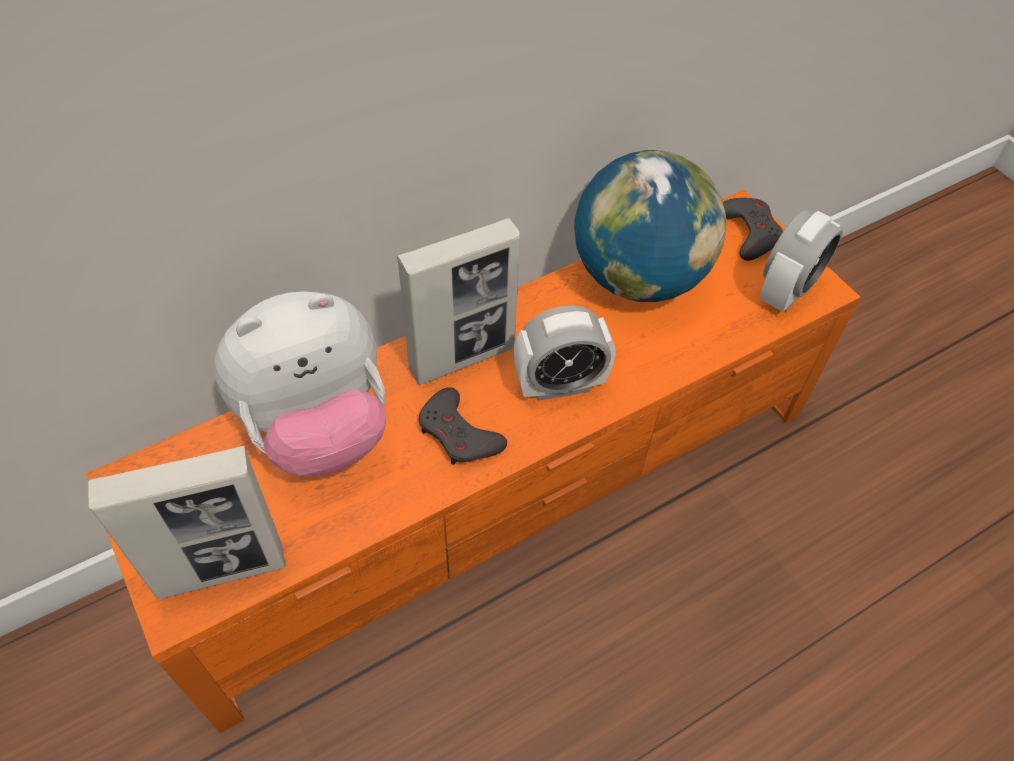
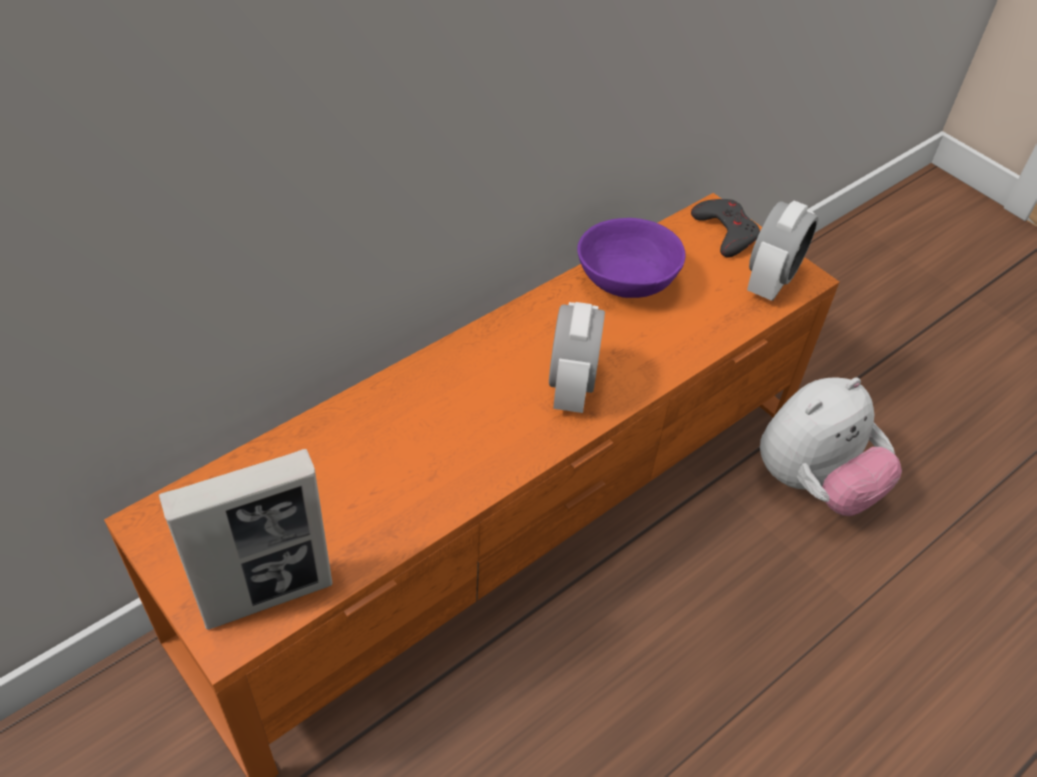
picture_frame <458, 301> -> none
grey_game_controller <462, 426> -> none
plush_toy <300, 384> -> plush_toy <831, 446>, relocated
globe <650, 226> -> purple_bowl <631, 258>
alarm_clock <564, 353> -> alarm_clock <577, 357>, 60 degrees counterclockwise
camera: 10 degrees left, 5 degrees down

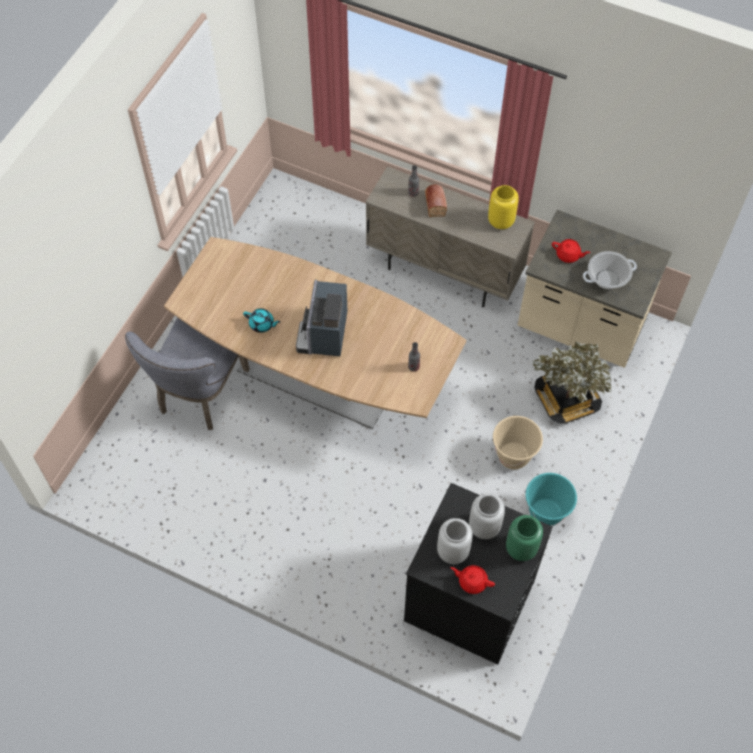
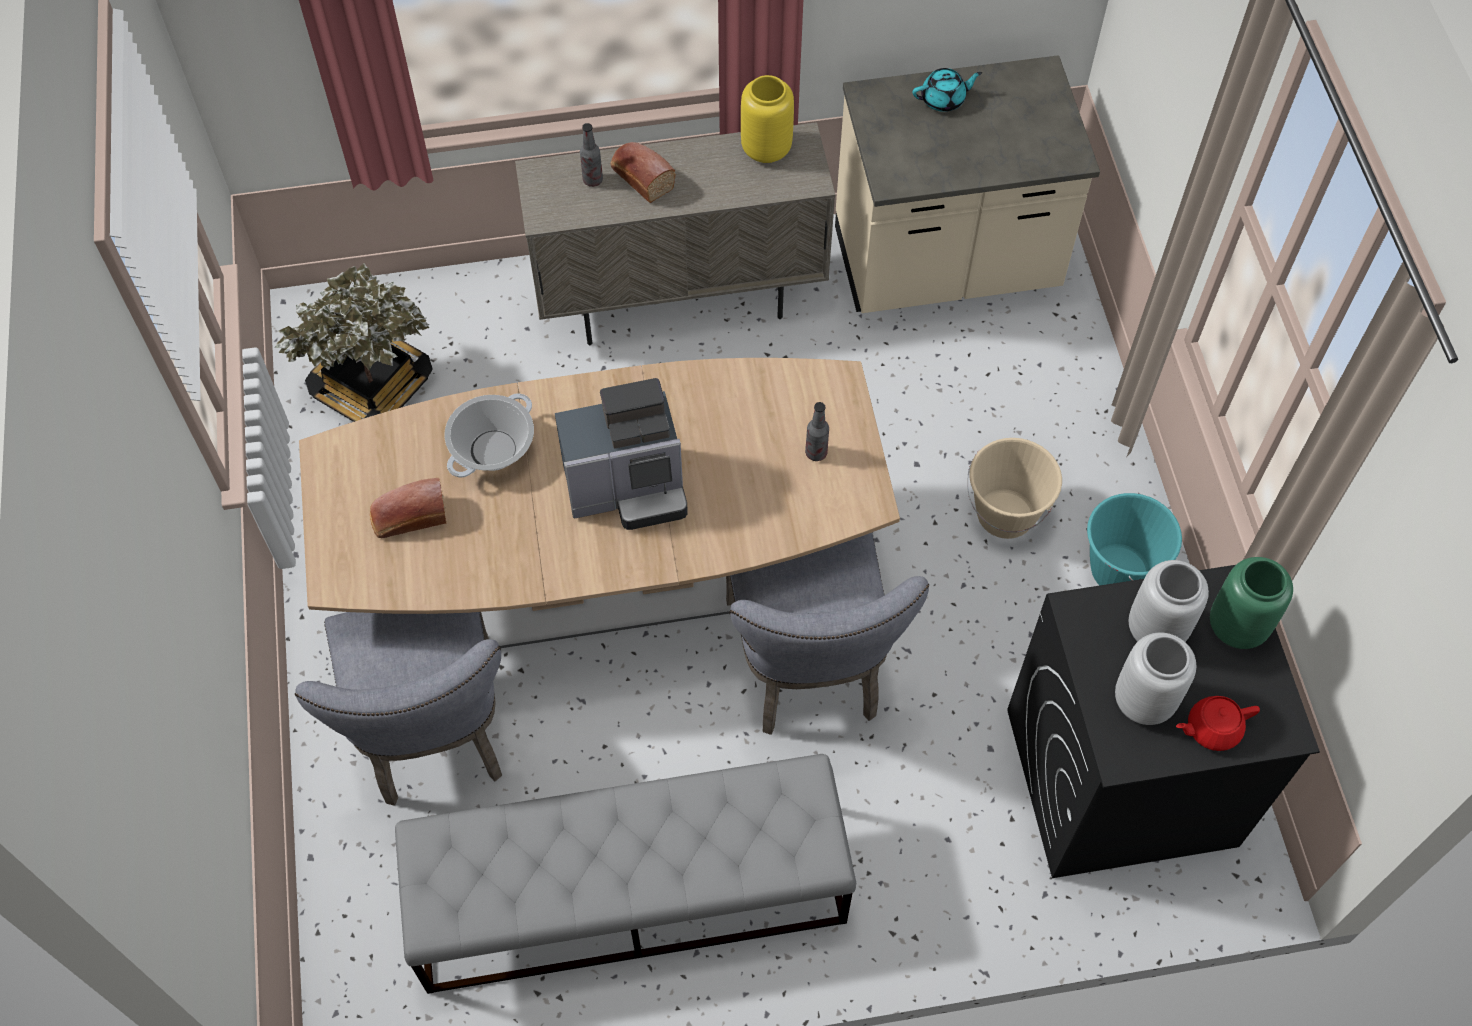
red_teapot <571, 251> -> none
none -> bread <408, 508>
none -> grey_bench <625, 874>
none -> grey_chair <827, 633>
turquoise_teapot <261, 320> -> turquoise_teapot <947, 90>, relocated
potted_plant <572, 382> -> potted_plant <354, 342>, relocated
cooking_pot <610, 270> -> cooking_pot <489, 435>, relocated
coffee_machine <321, 318> -> coffee_machine <621, 454>, 75 degrees counterclockwise
camera: 35 degrees left, 0 degrees up

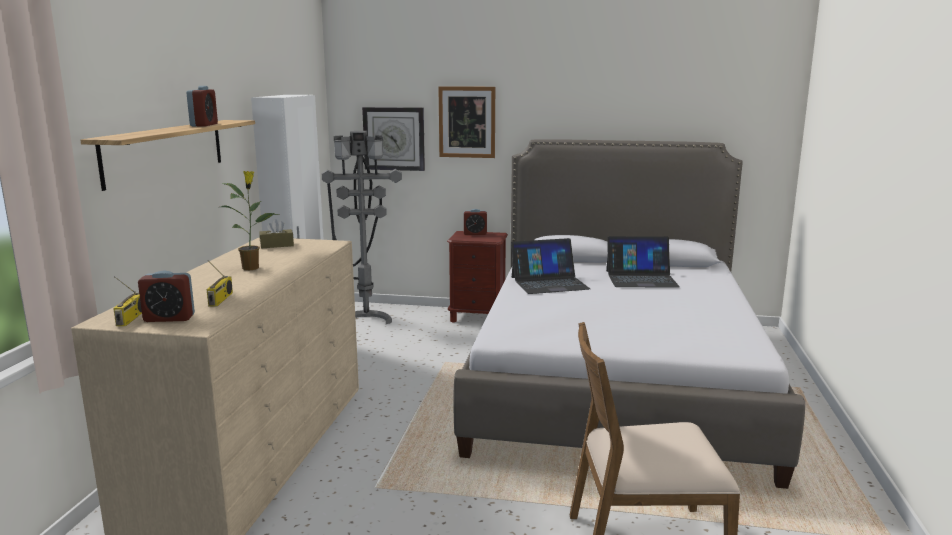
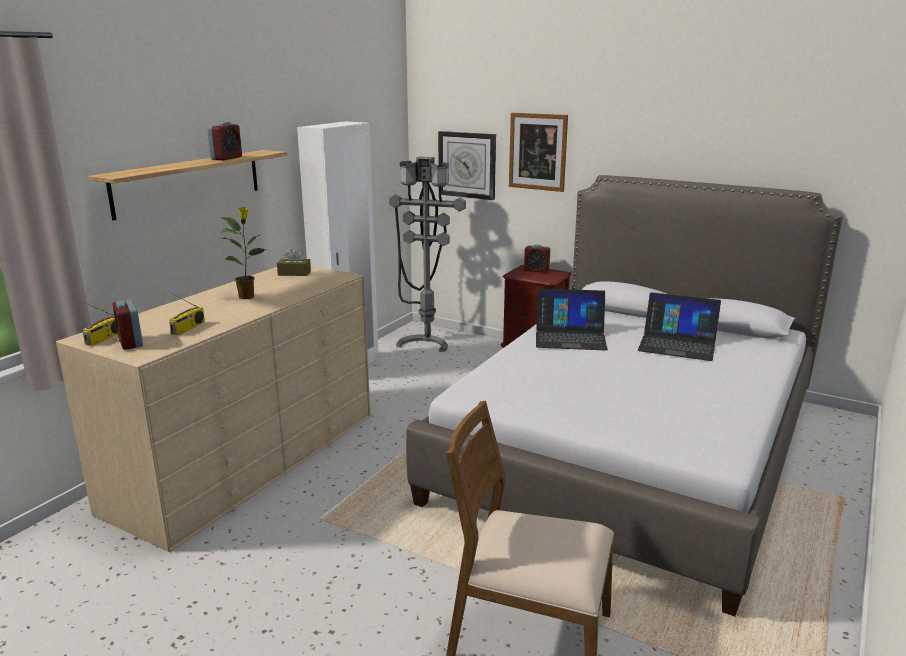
alarm_clock <166, 296> -> alarm_clock <127, 325>, 45 degrees clockwise
camera: 20 degrees right, 5 degrees up

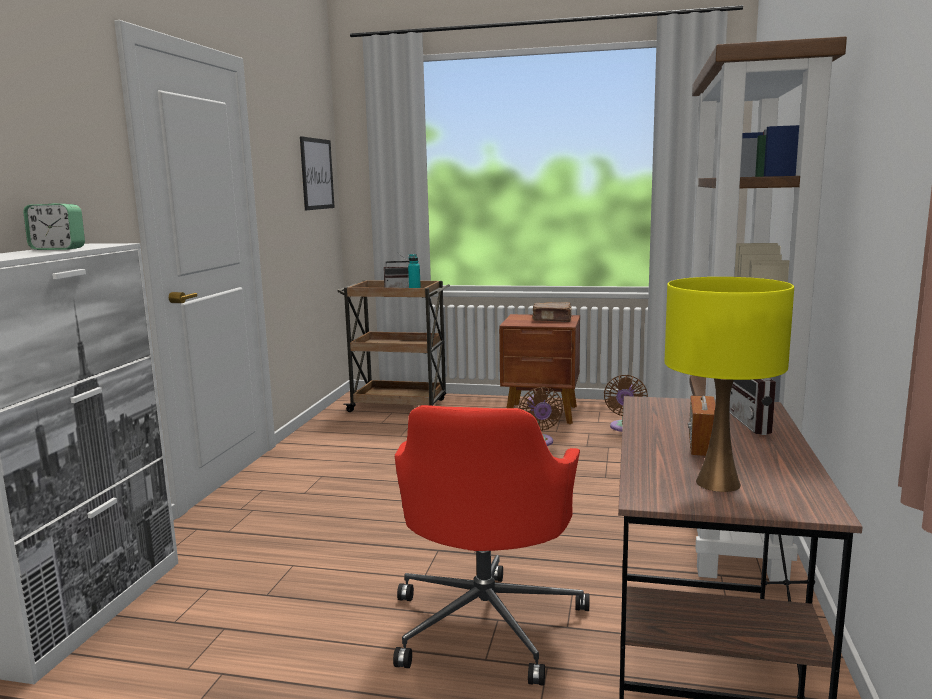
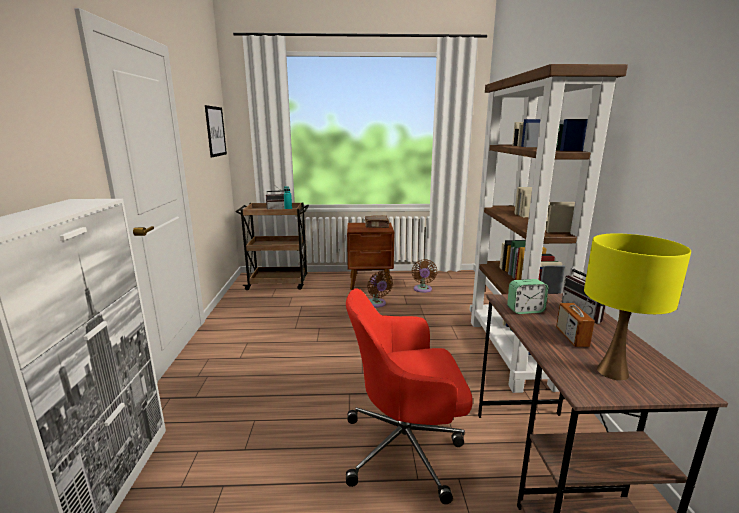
alarm_clock <54, 226> -> alarm_clock <527, 296>, relocated
red_office_chair <491, 545> -> red_office_chair <409, 396>, 90 degrees clockwise
camera: 15 degrees left, 5 degrees up

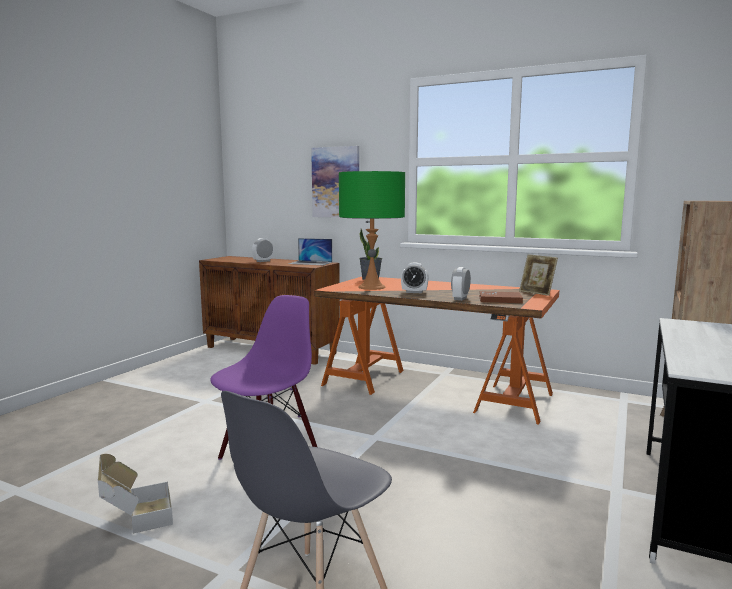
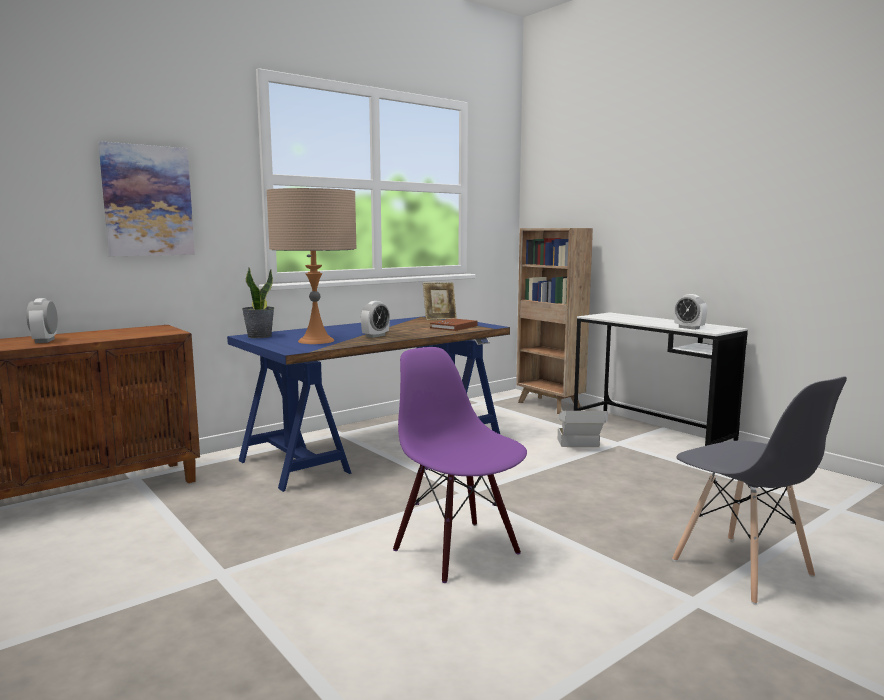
laptop <310, 251> -> none
cardboard_box <135, 494> -> cardboard_box <583, 429>, relocated
alarm_clock <461, 284> -> alarm_clock <690, 312>, relocated
orange_desk <436, 351> -> blue_desk <368, 404>
green_table_lamp <372, 230> -> beige_table_lamp <311, 266>
camera: 65 degrees left, 0 degrees up

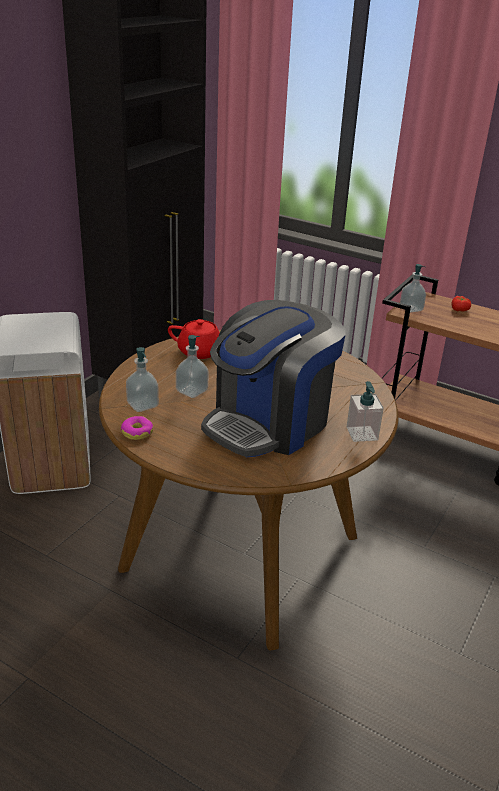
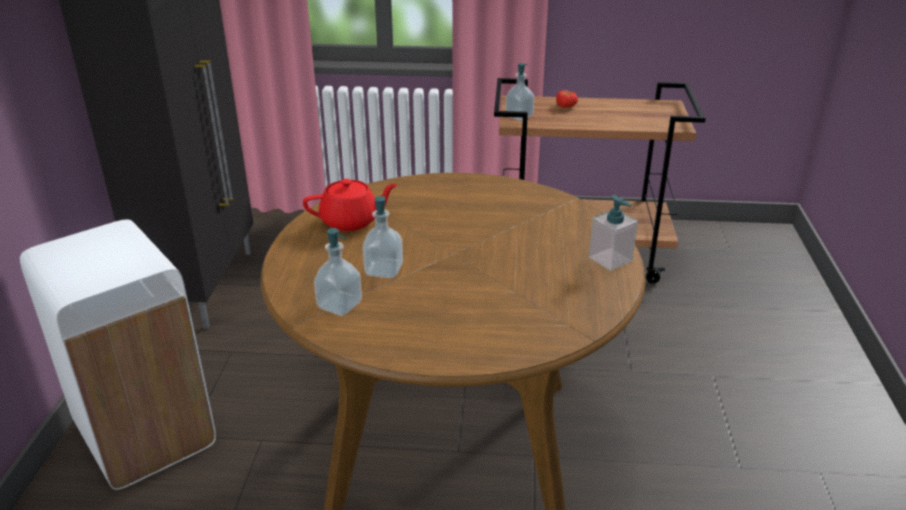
donut <137, 428> -> none
coffee_machine <273, 378> -> none
camera: 25 degrees left, 0 degrees up

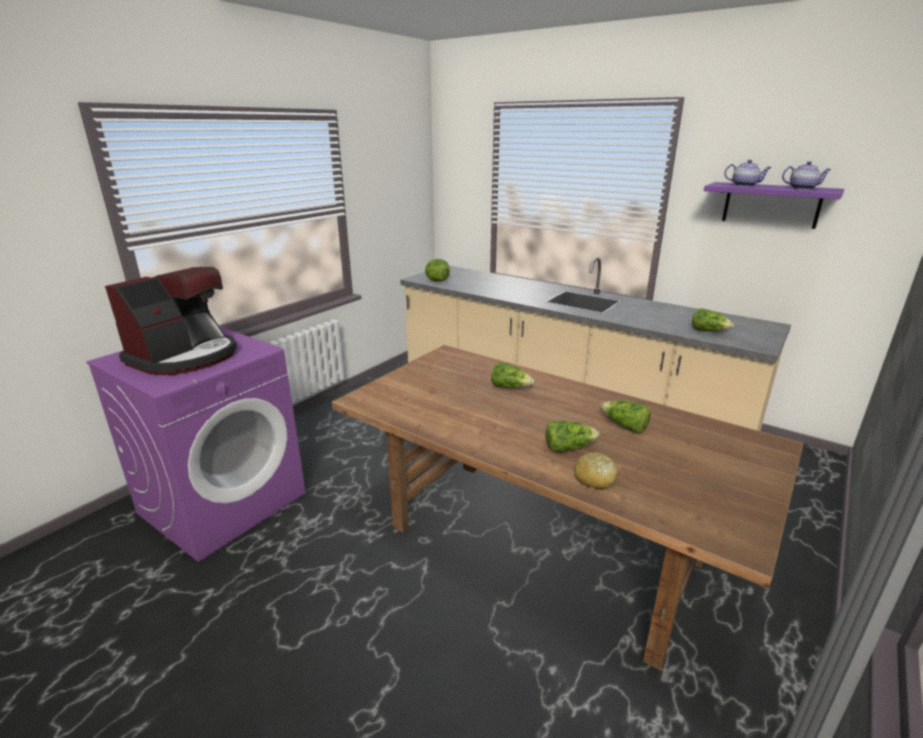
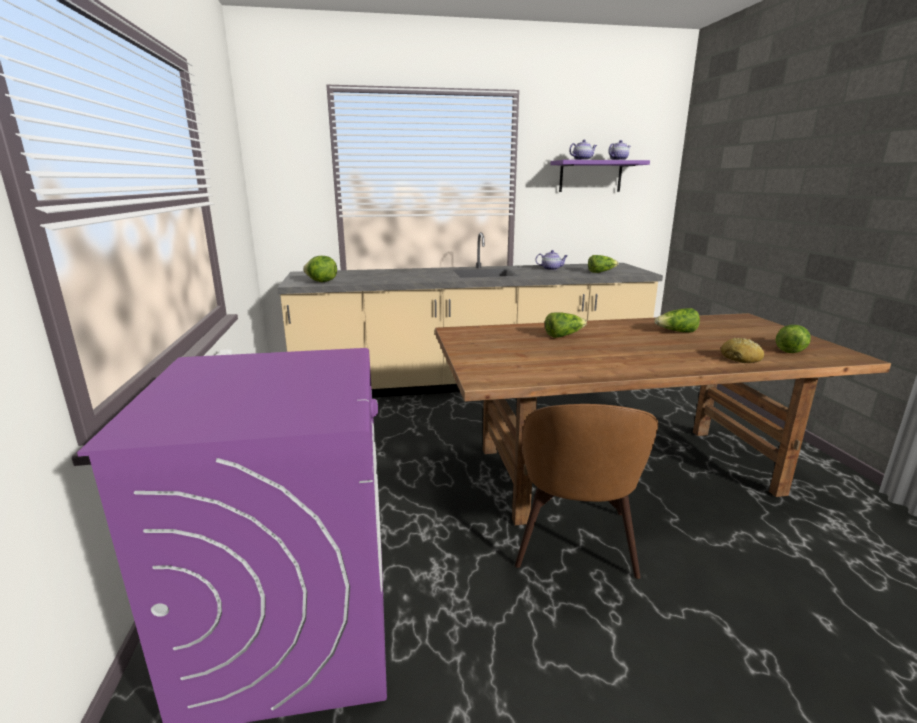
coffee_machine <171, 321> -> none
none -> brown_chair <586, 491>
none -> teapot <551, 260>
lettuce <573, 436> -> lettuce <793, 339>, relocated
camera: 45 degrees left, 5 degrees down

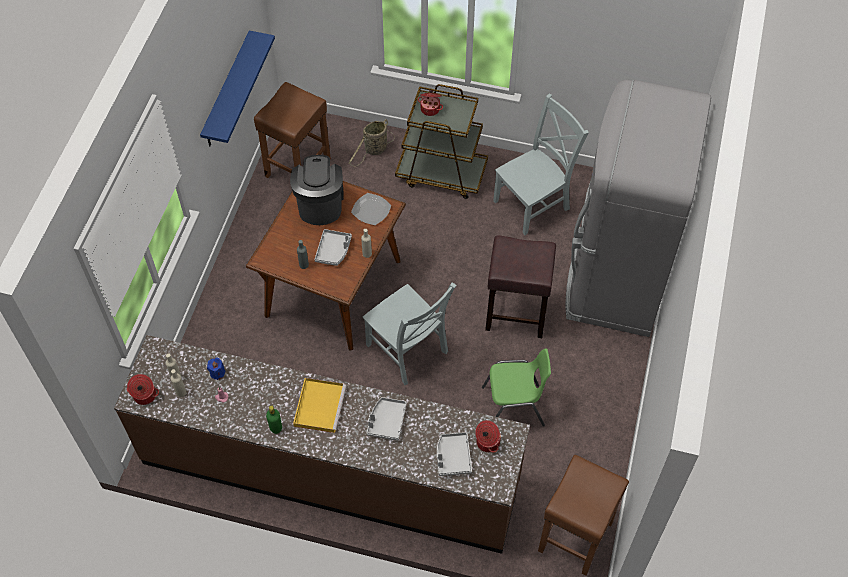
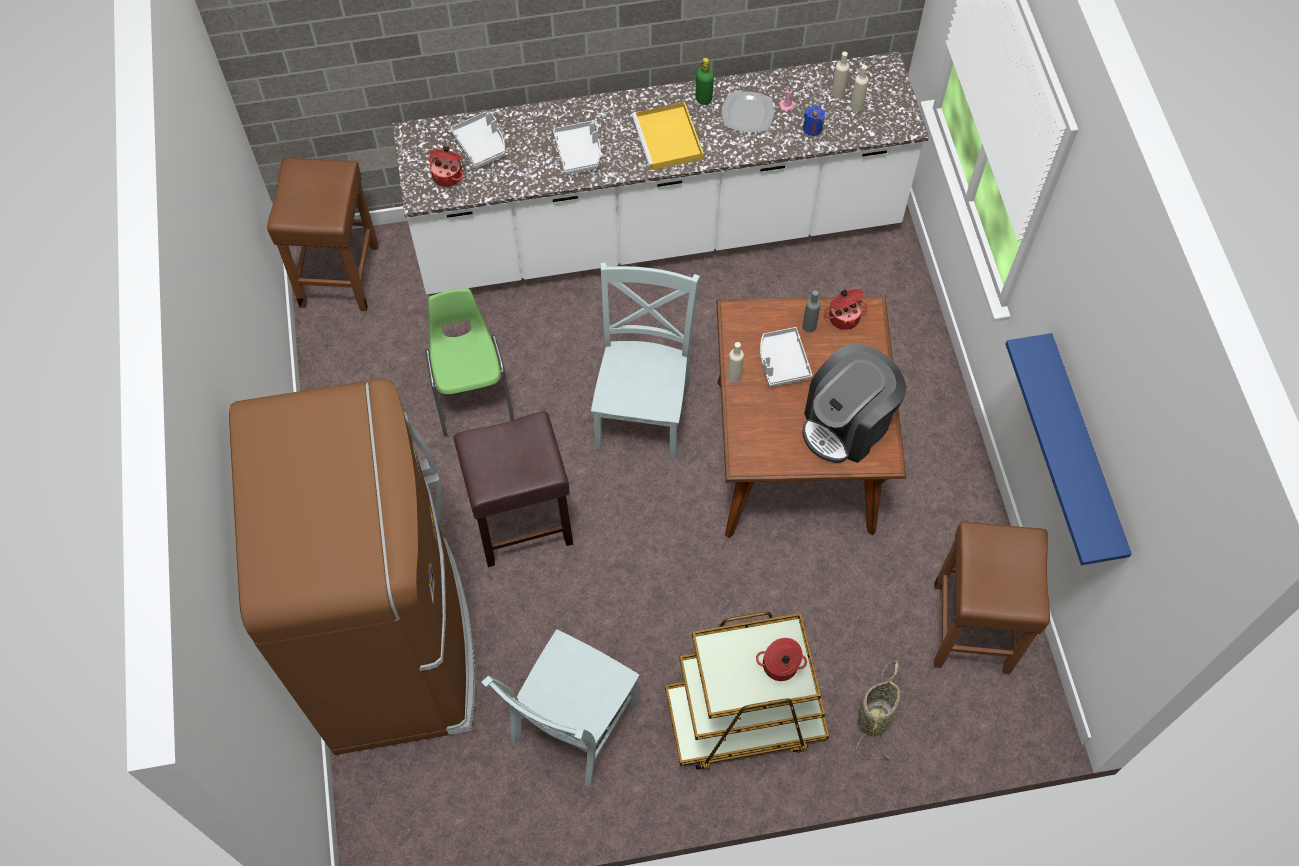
cooking_pot <143, 389> -> cooking_pot <846, 309>, relocated
plate <371, 209> -> plate <748, 111>, relocated
brown_counter <322, 444> -> white_counter <661, 173>
grey_fridge <638, 208> -> brown_fridge <352, 567>
coffee_machine <317, 190> -> coffee_machine <854, 403>, 75 degrees clockwise
grey_chair <409, 334> -> grey_chair <645, 361>, 75 degrees clockwise
green_chair <516, 387> -> green_chair <469, 362>, 105 degrees clockwise
camera: 155 degrees right, 5 degrees up

